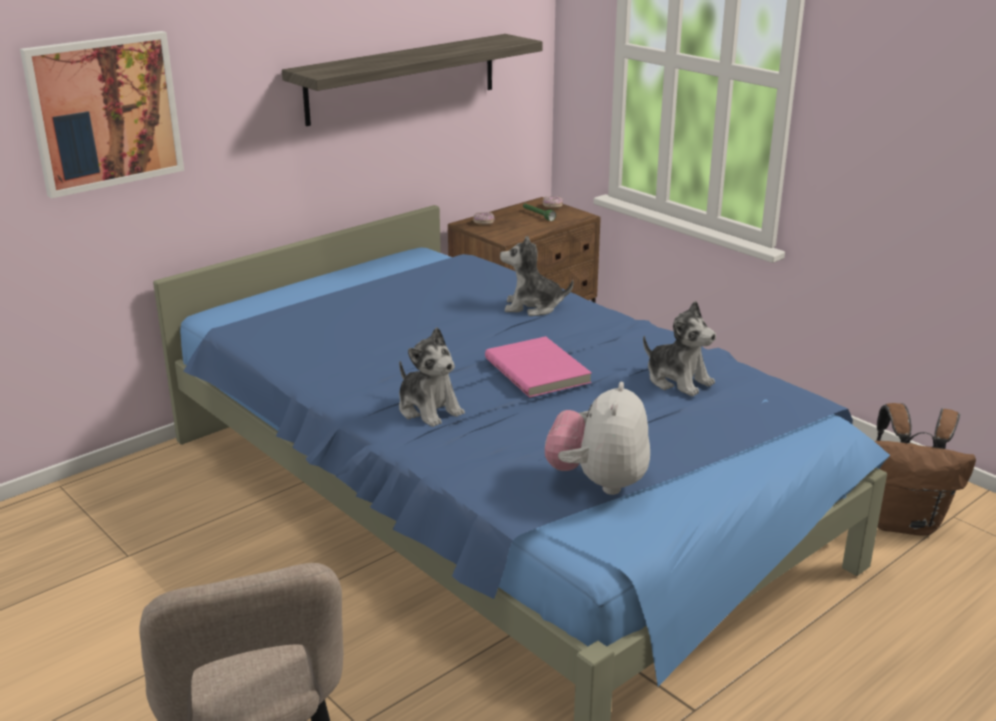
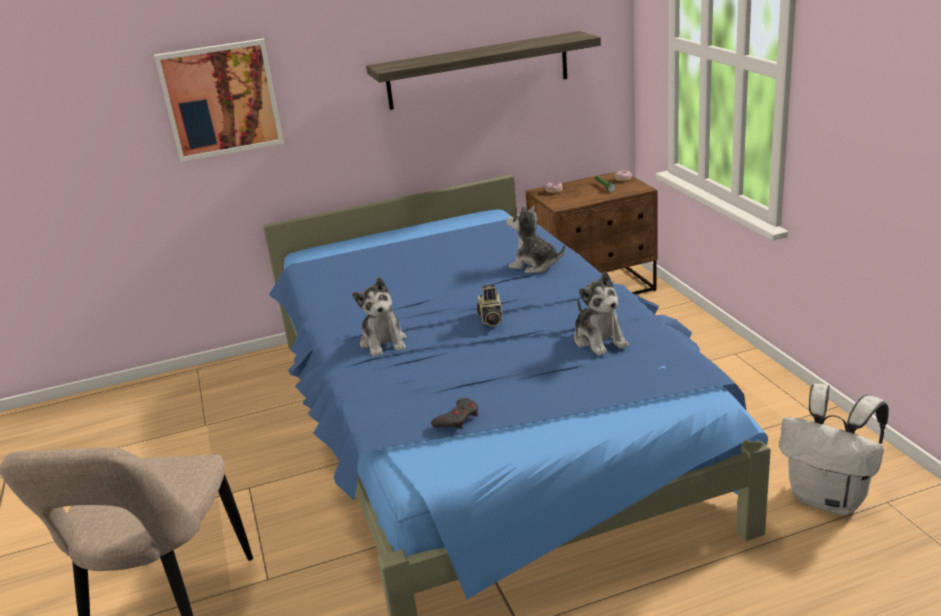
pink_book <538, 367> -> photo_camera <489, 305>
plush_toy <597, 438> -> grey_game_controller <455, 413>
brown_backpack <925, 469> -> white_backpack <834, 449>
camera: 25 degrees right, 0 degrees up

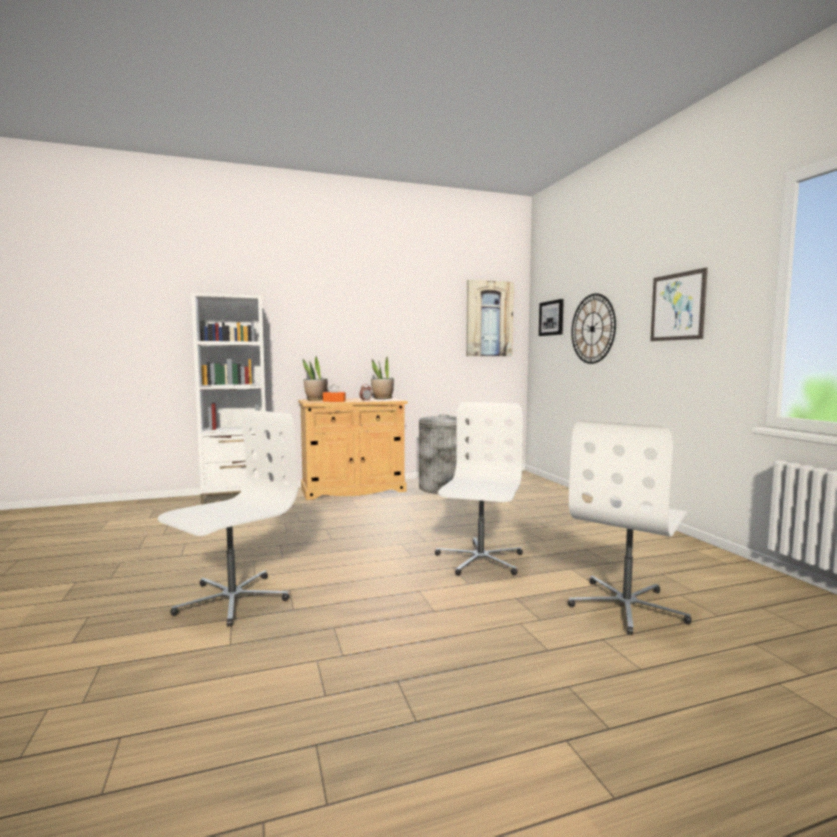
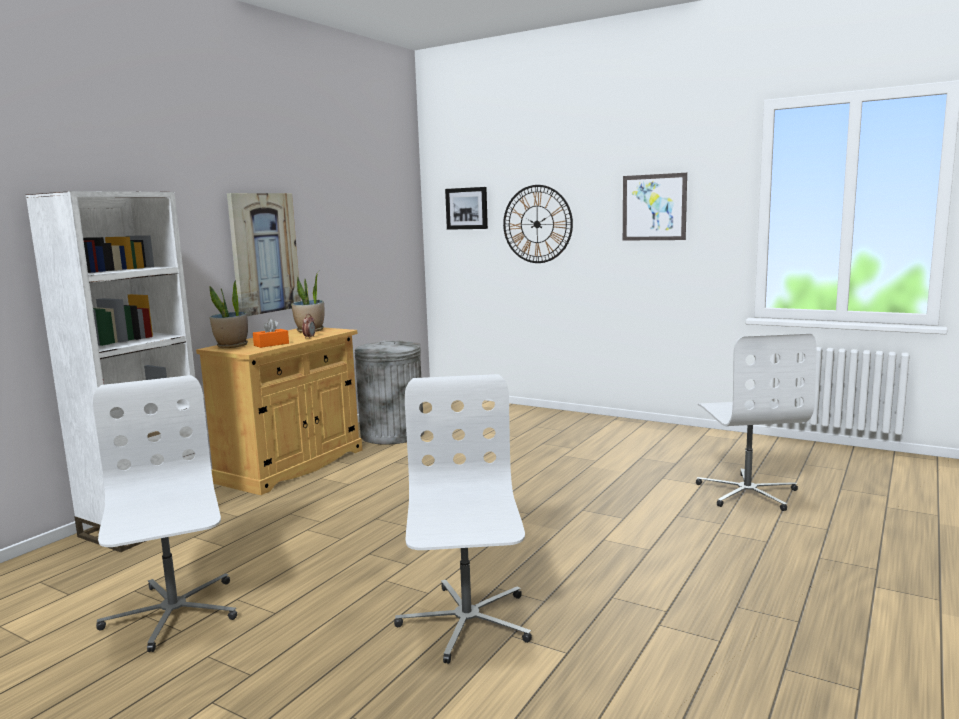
white_office_chair <479, 489> -> white_office_chair <165, 513>, relocated
picture <490, 318> -> picture <264, 254>, relocated
camera: 40 degrees left, 5 degrees up

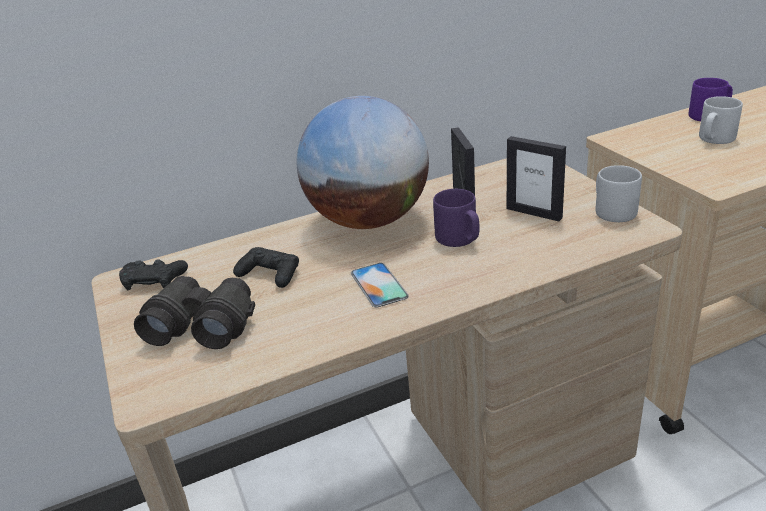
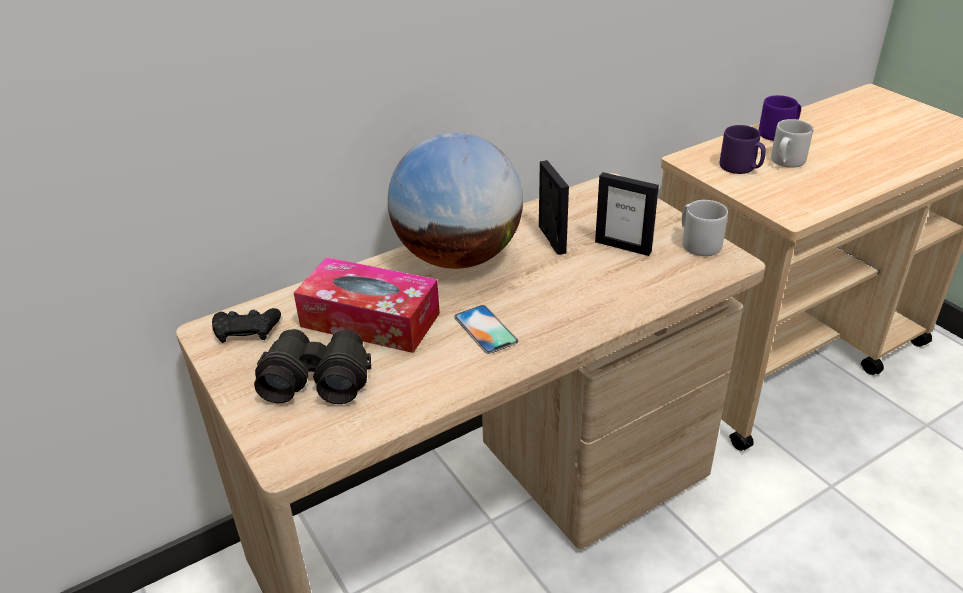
purple_mug <456, 218> -> purple_mug <743, 149>, relocated
black_game_controller <266, 267> -> tissue_box <367, 305>
camera: 10 degrees left, 5 degrees up

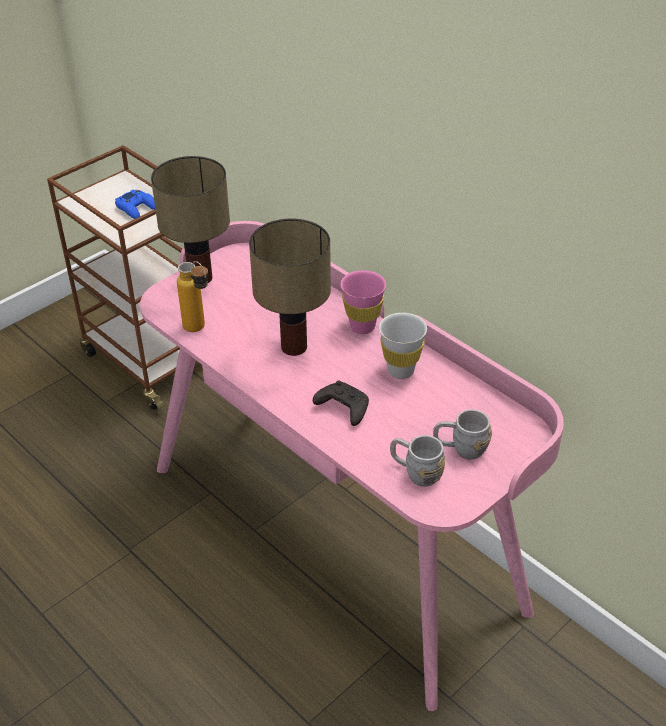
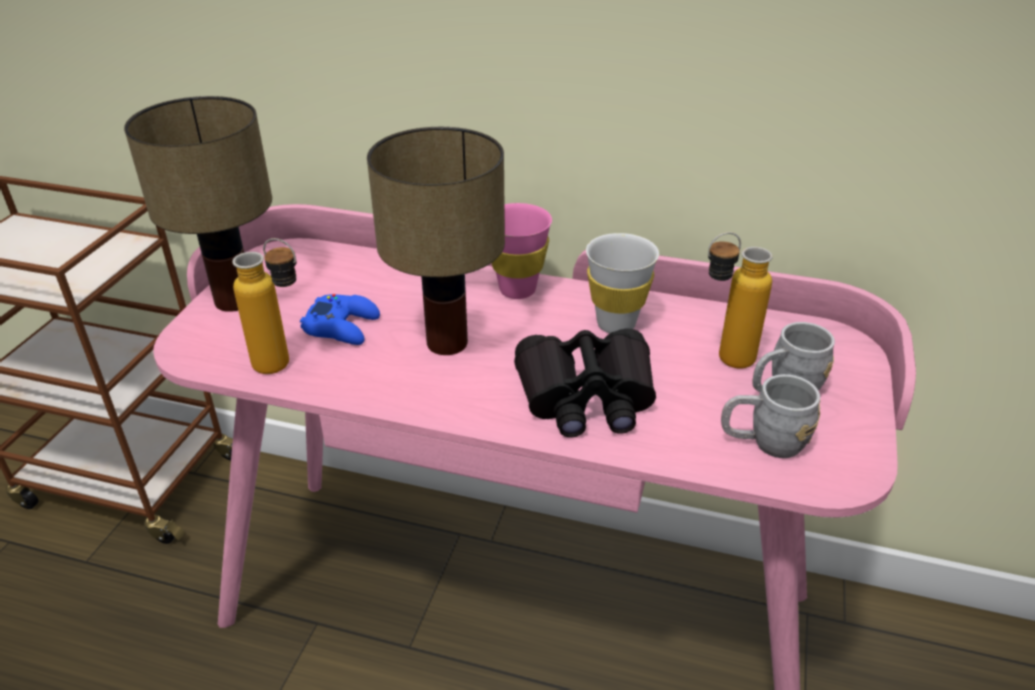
none -> bottle <740, 300>
blue_game_controller <135, 204> -> blue_game_controller <340, 319>, relocated
black_game_controller <341, 403> -> black_binoculars <585, 383>
camera: 30 degrees left, 5 degrees down

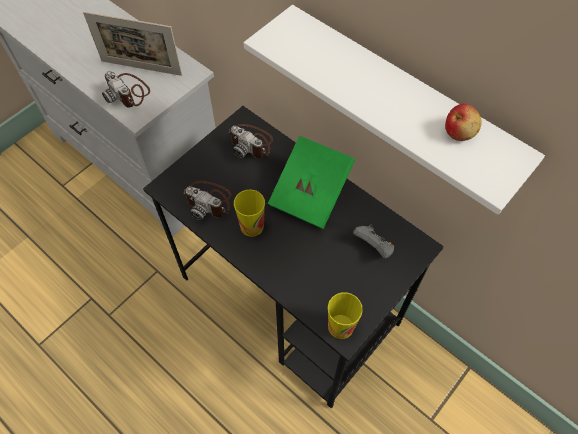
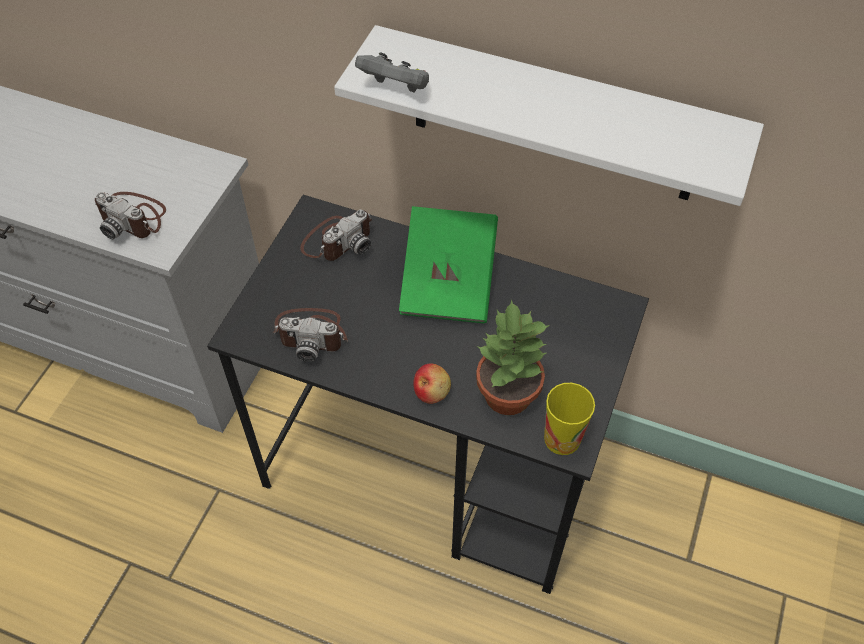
picture_frame <132, 43> -> none
cup <249, 213> -> none
none -> potted_plant <513, 357>
grey_game_controller <373, 241> -> grey_game_controller <392, 72>, relocated
apple <463, 122> -> apple <432, 384>, relocated
photo_camera <251, 141> -> photo_camera <336, 235>, 60 degrees counterclockwise
camera: 20 degrees left, 5 degrees down

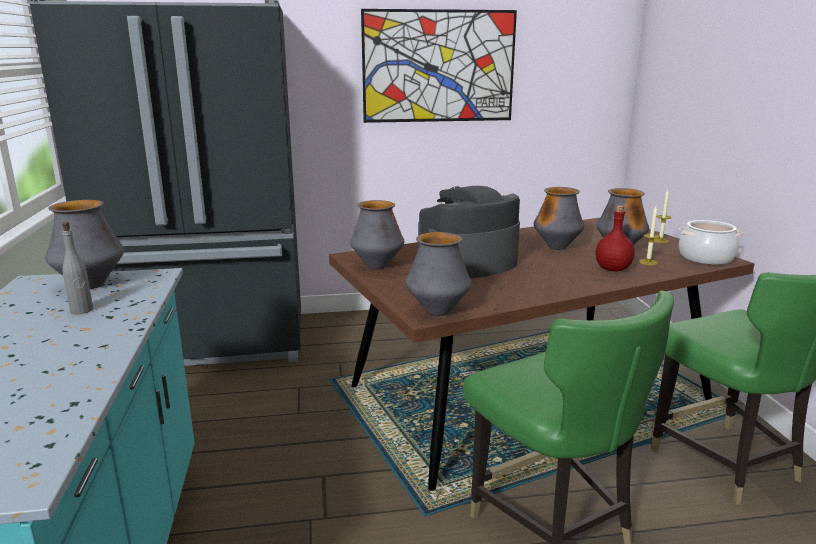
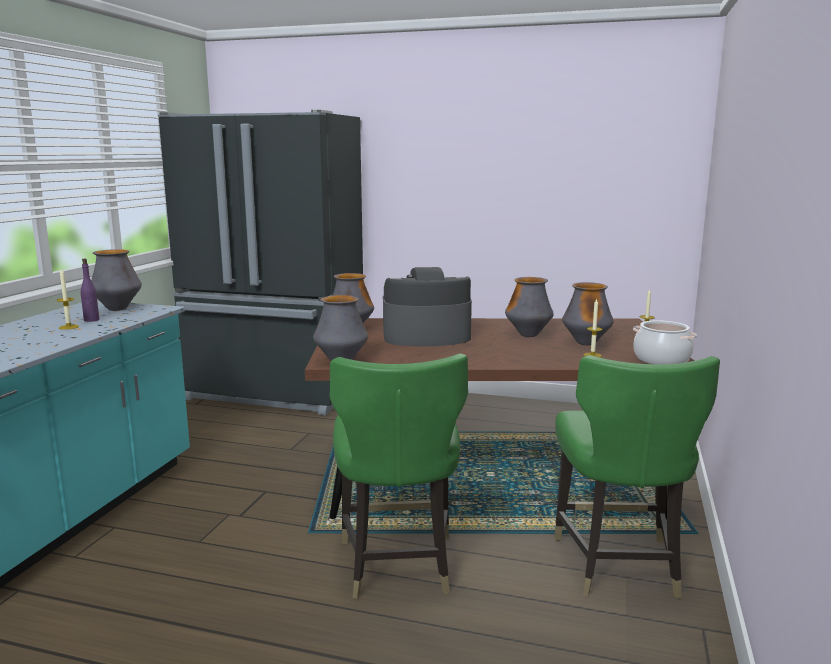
picture <439, 66> -> none
red_bottle <615, 238> -> none
none -> candle <68, 299>
grey_bottle <77, 268> -> purple_bottle <90, 290>
camera: 25 degrees right, 5 degrees down

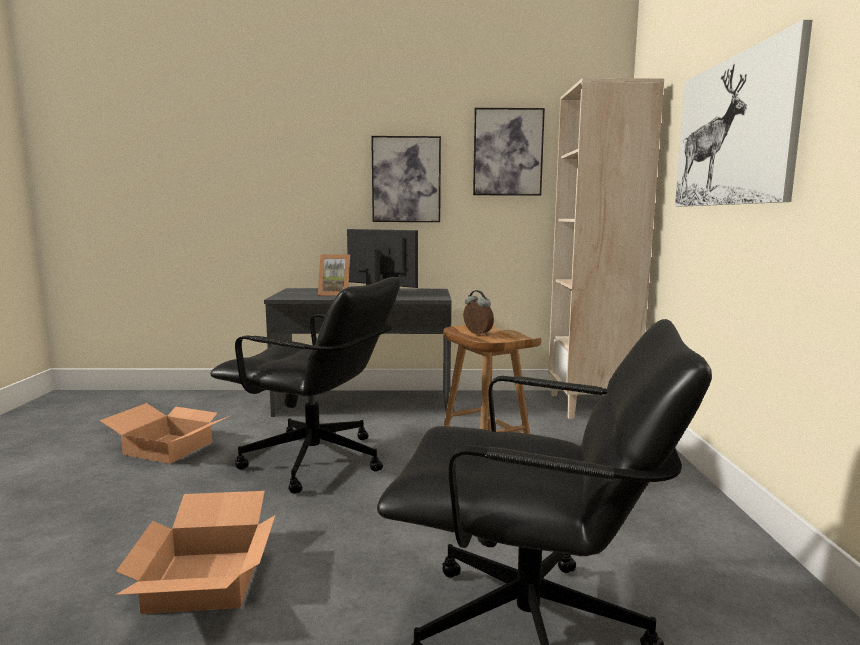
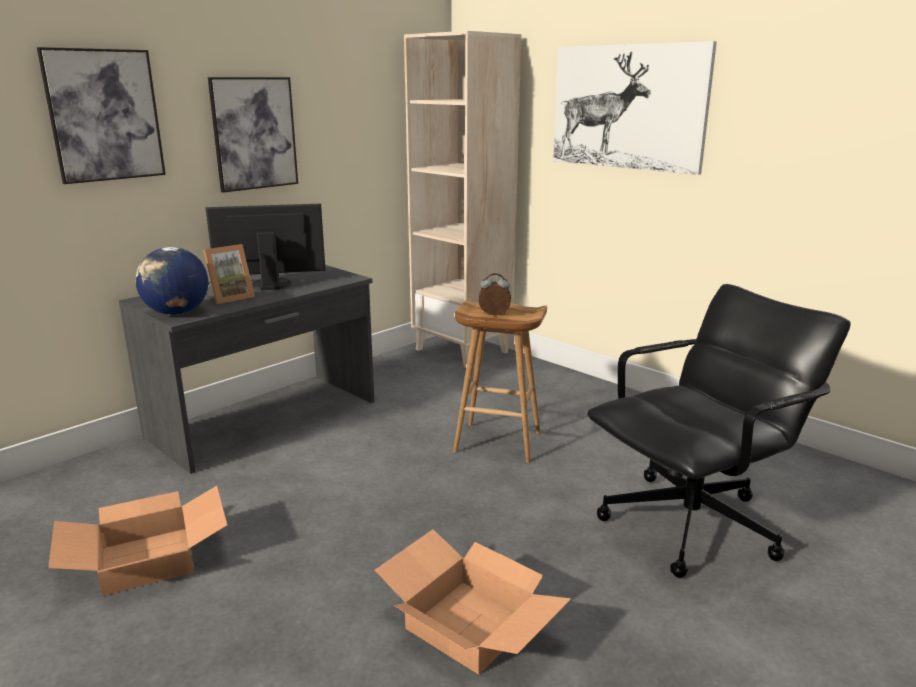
black_office_chair <305, 385> -> none
none -> globe <172, 281>
picture <509, 152> -> picture <101, 115>, relocated
camera: 45 degrees left, 10 degrees up

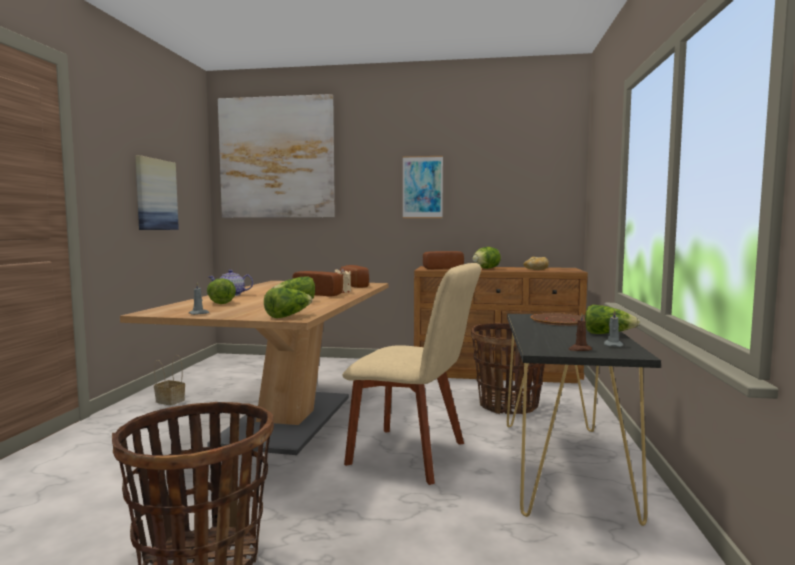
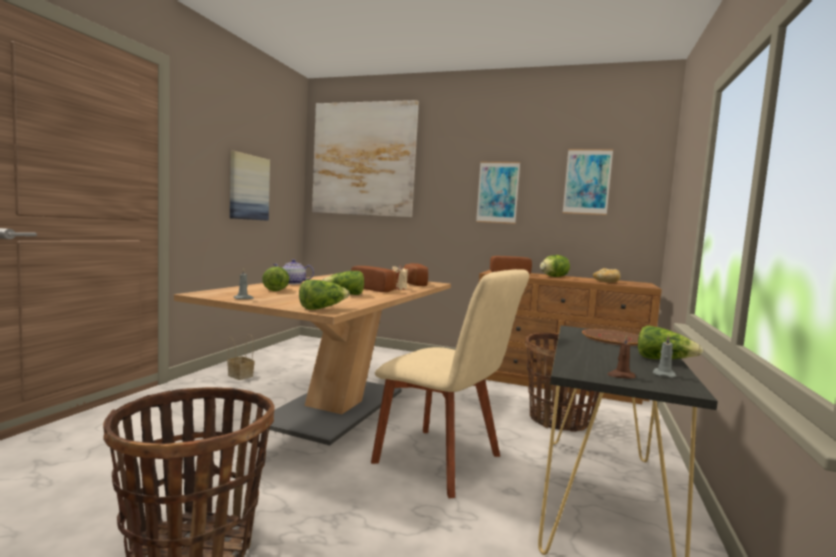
none -> picture <588, 182>
camera: 10 degrees right, 0 degrees up

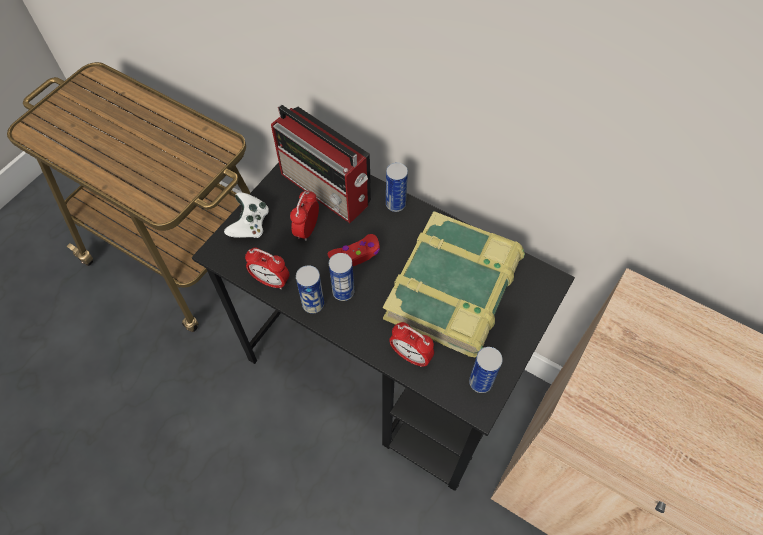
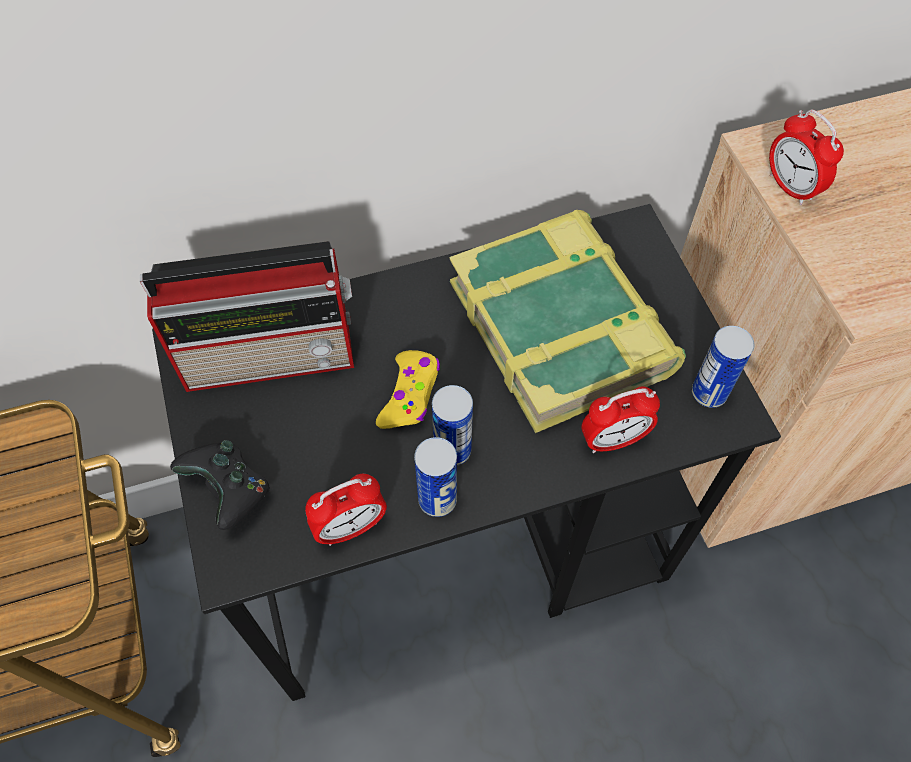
can <397, 187> -> none
alarm_clock <304, 215> -> alarm_clock <806, 157>, relocated
white_game_controller <246, 215> -> black_game_controller <220, 485>
red_game_controller <353, 250> -> yellow_game_controller <408, 389>
camera: 50 degrees left, 0 degrees up

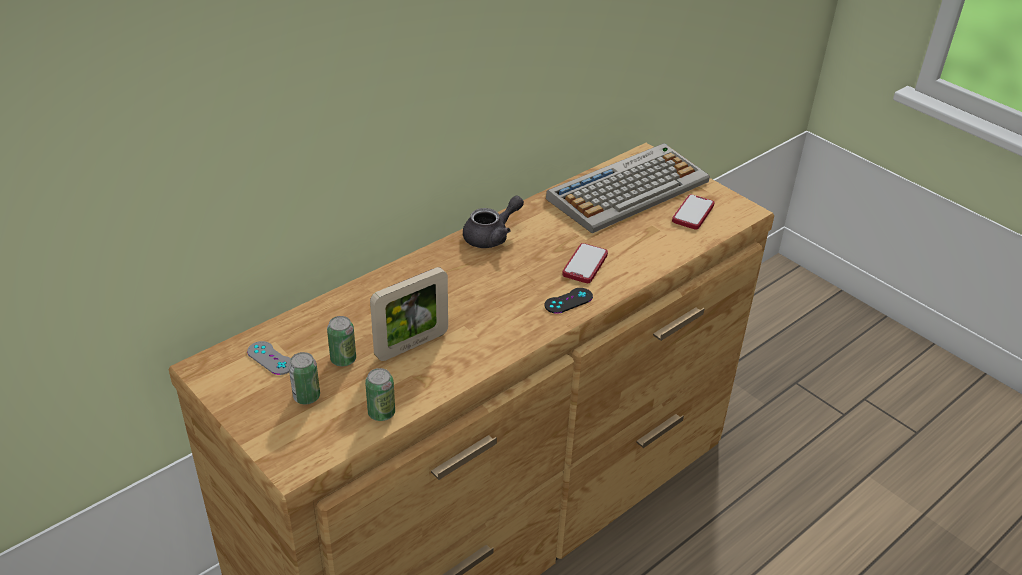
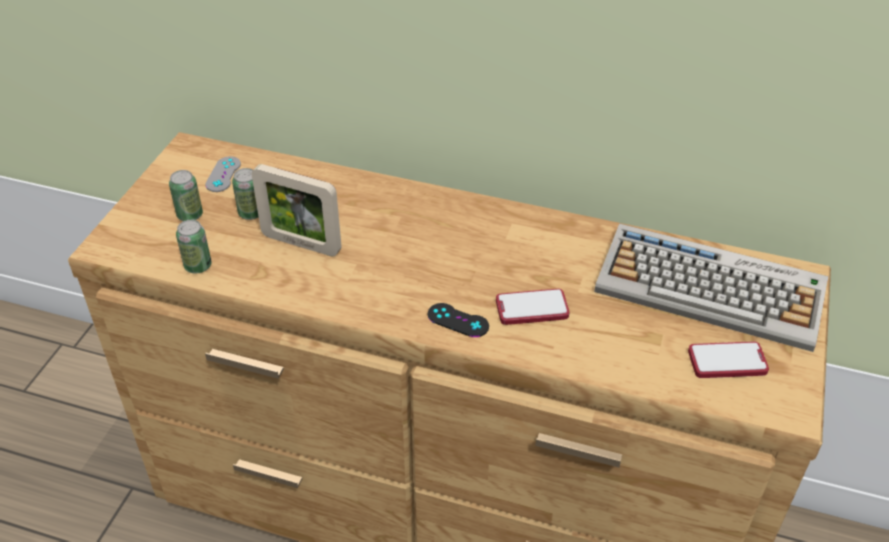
grey_teapot <493, 222> -> none
camera: 60 degrees right, 5 degrees up

